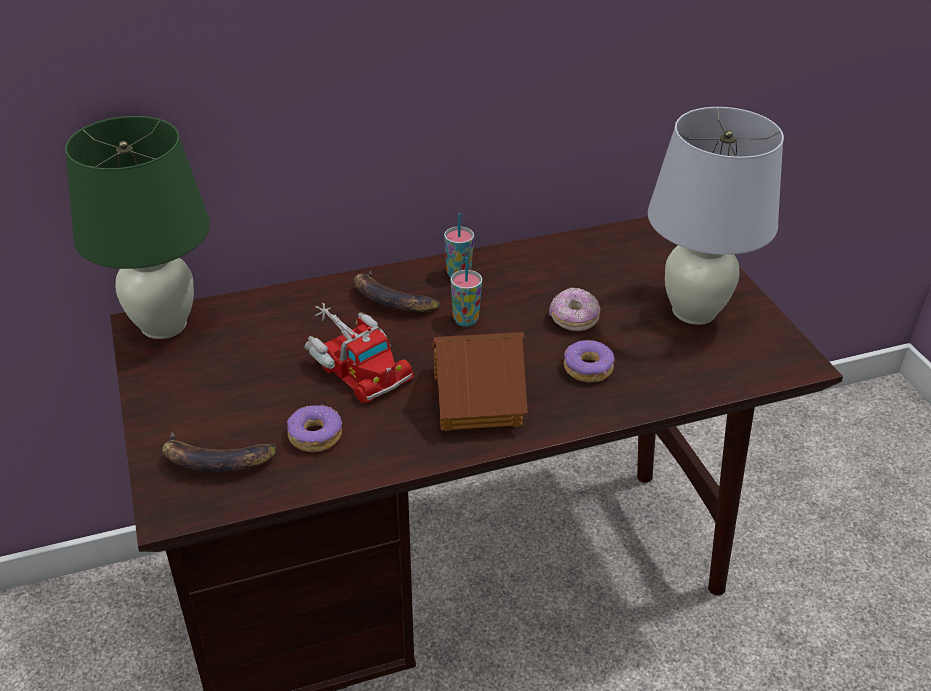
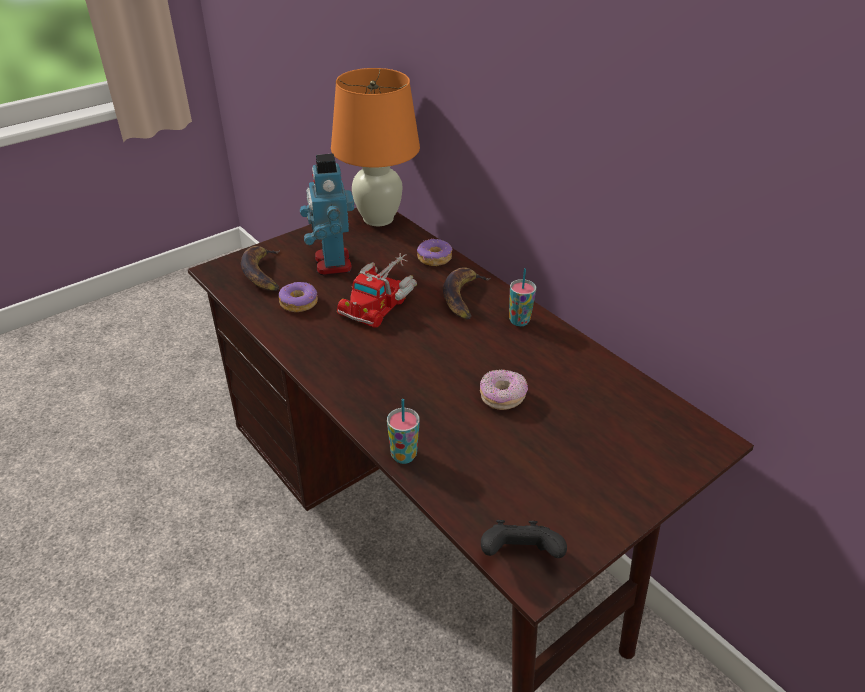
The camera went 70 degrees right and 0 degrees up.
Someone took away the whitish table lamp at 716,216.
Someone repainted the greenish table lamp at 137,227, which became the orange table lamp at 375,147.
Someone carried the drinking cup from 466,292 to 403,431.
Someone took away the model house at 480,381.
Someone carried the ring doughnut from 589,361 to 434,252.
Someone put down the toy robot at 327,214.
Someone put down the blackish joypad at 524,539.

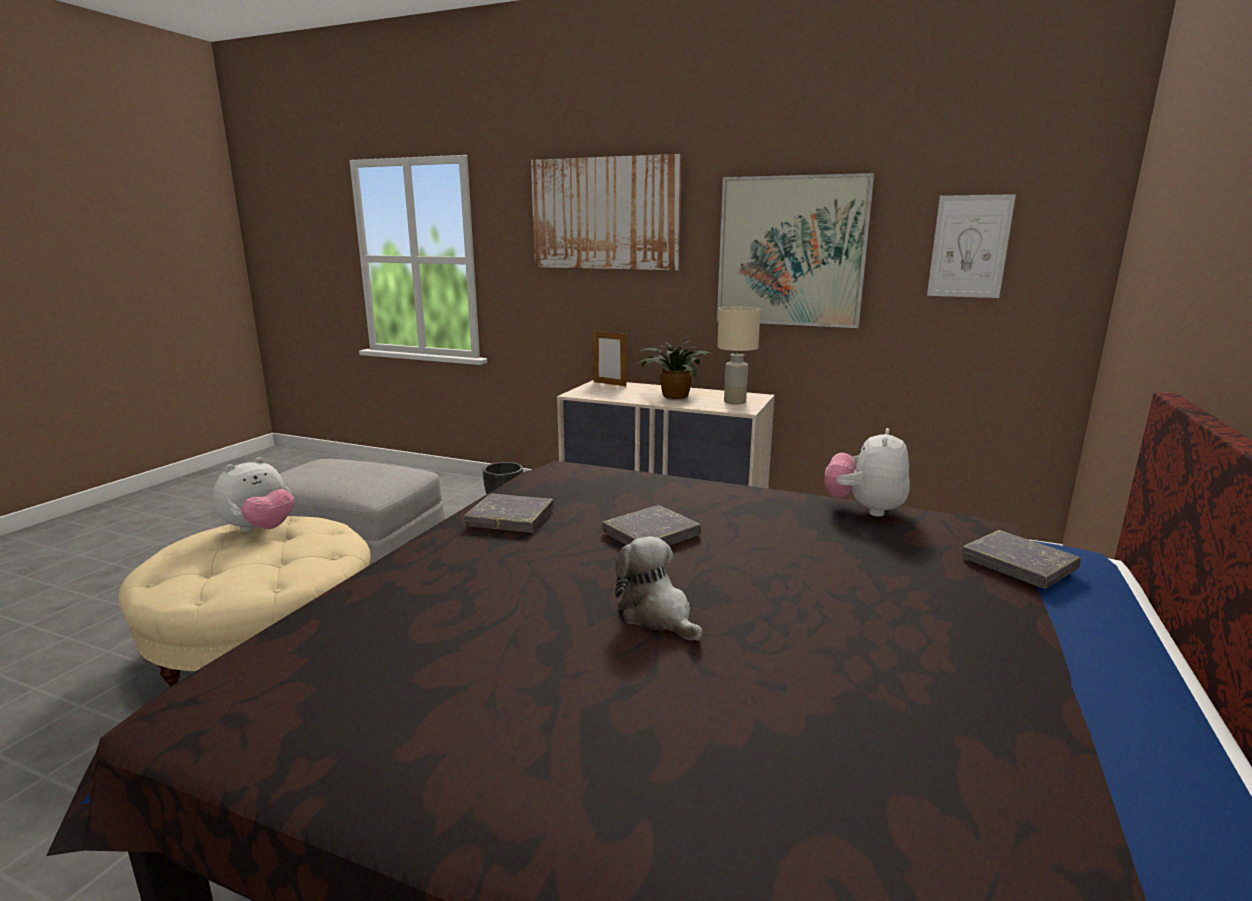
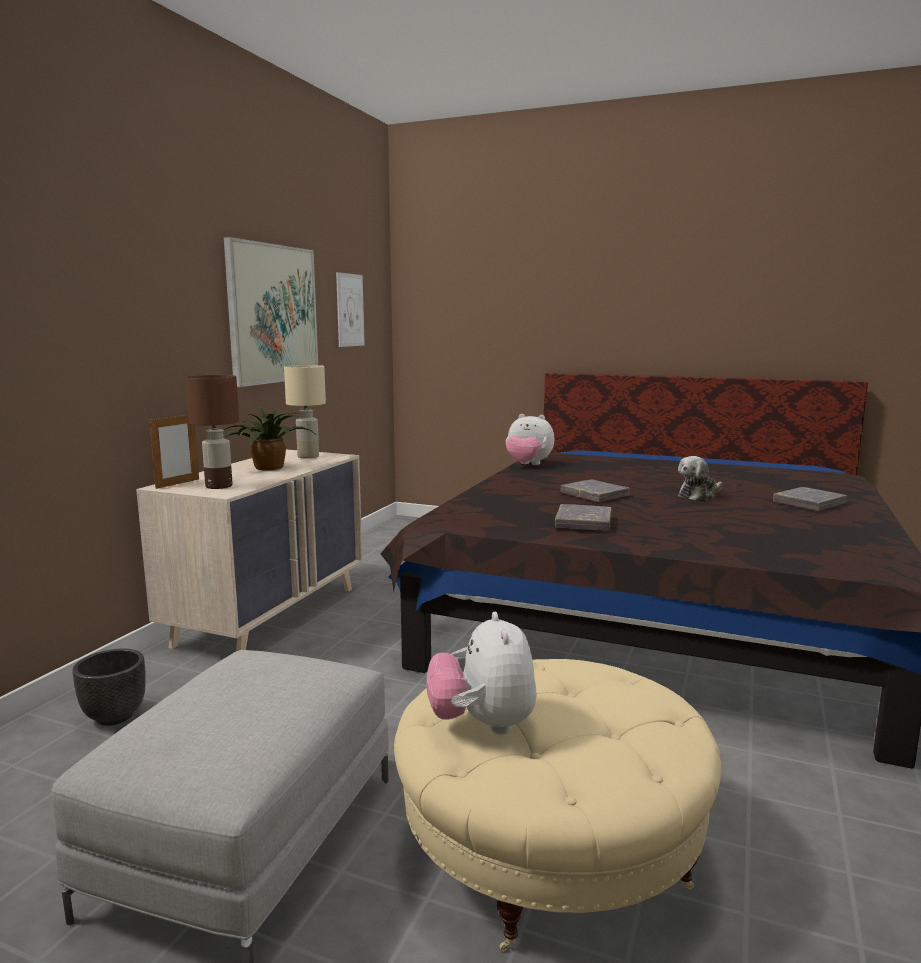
The camera went 90 degrees left and 5 degrees down.
Someone took away the picture at 606,212.
Someone rotated the soft toy at 253,494 by 135 degrees counterclockwise.
Someone carried the gray book from 1021,559 to 810,499.
Someone put down the brownish table lamp at 212,432.

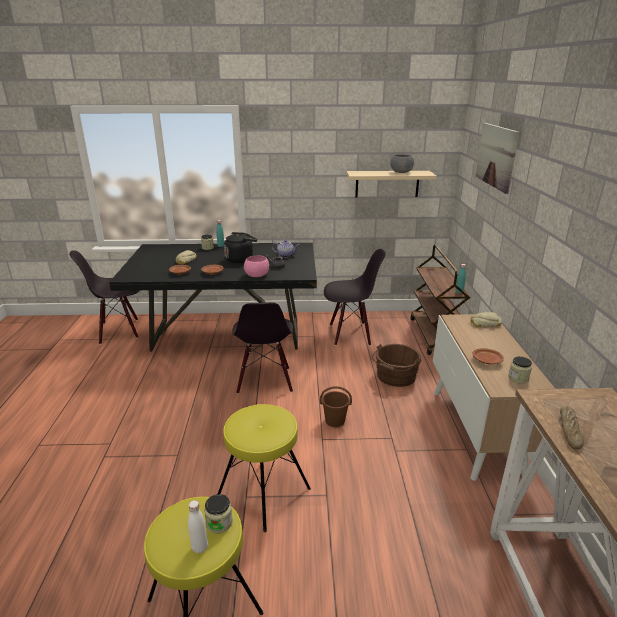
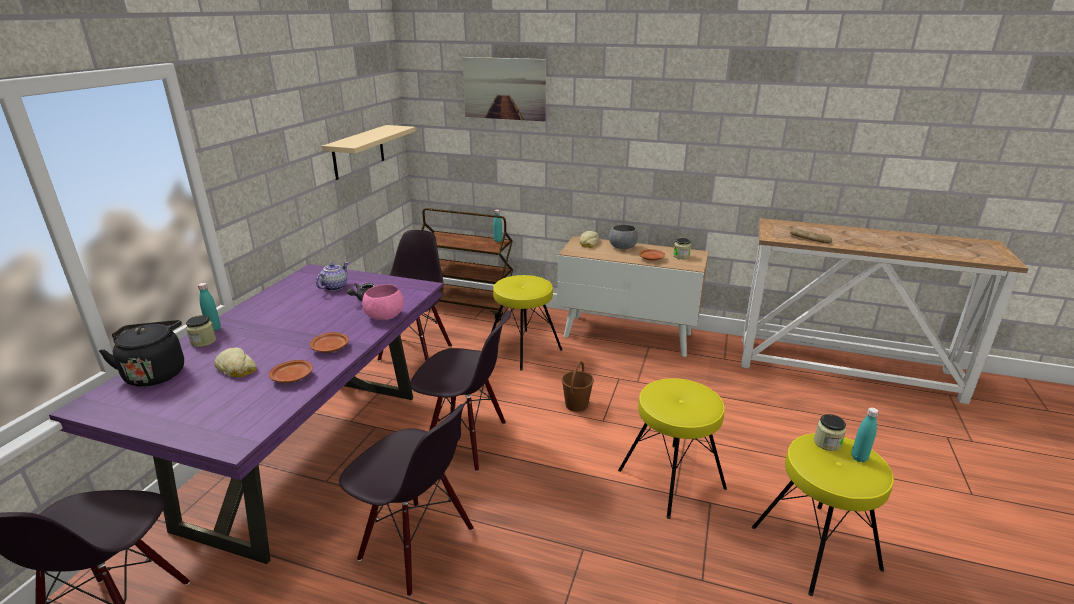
The camera went 70 degrees left and 0 degrees up.
Someone carried the gray deep dish from 402,164 to 623,237.
Someone carried the blackish water kettle from 240,247 to 141,353.
Someone repainted the blackish kitchen table at 213,297, which became the purplish kitchen table at 246,414.
Someone swapped the brownish water bucket at 396,365 for the yellowish sitting stool at 526,322.
Someone repainted the whitish drink bottle at 198,527, which became the turquoise drink bottle at 865,434.
Someone put down the blackish upright chair at 406,500.

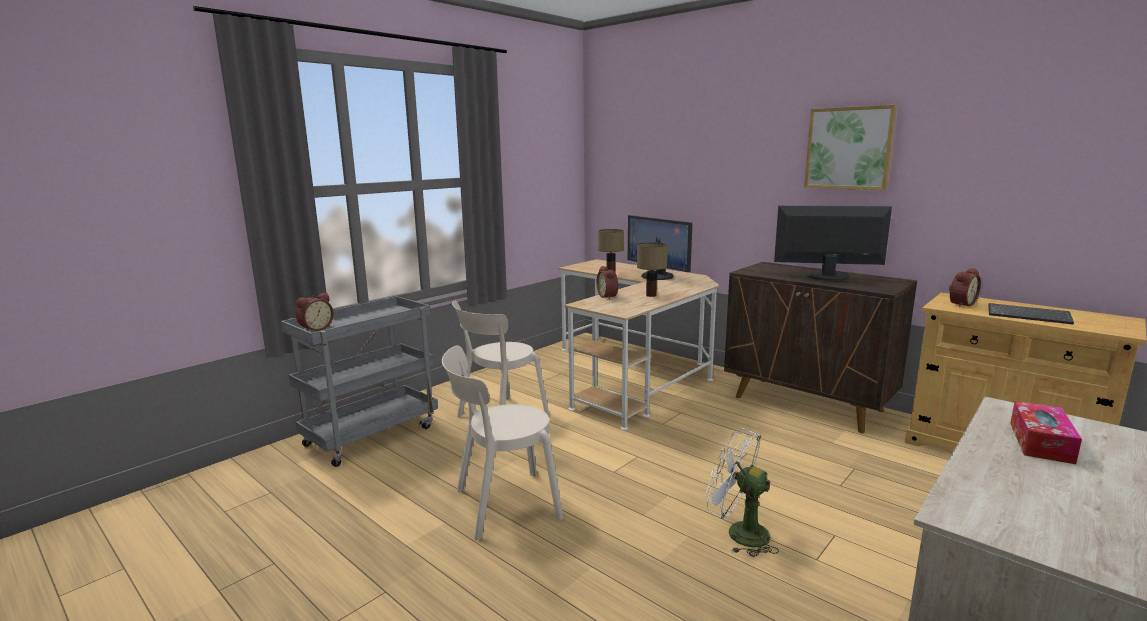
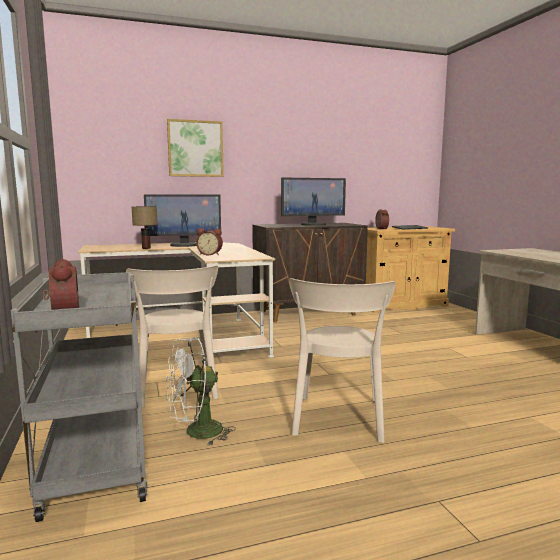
The camera went 60 degrees left and 5 degrees down.
Someone carried the picture from 850,147 to 195,148.
Someone rotated the computer screen at 833,243 by 150 degrees counterclockwise.
Someone took away the table lamp at 652,269.
Someone took away the box of tissues at 1046,432.
Someone carried the whitish electric fan from 742,492 to 201,391.

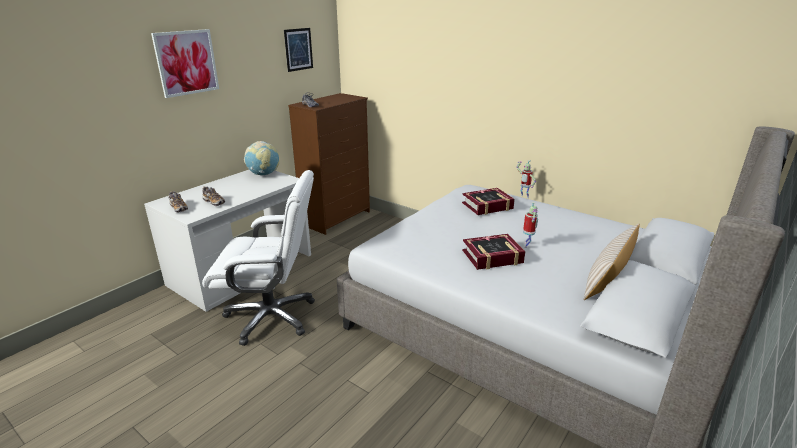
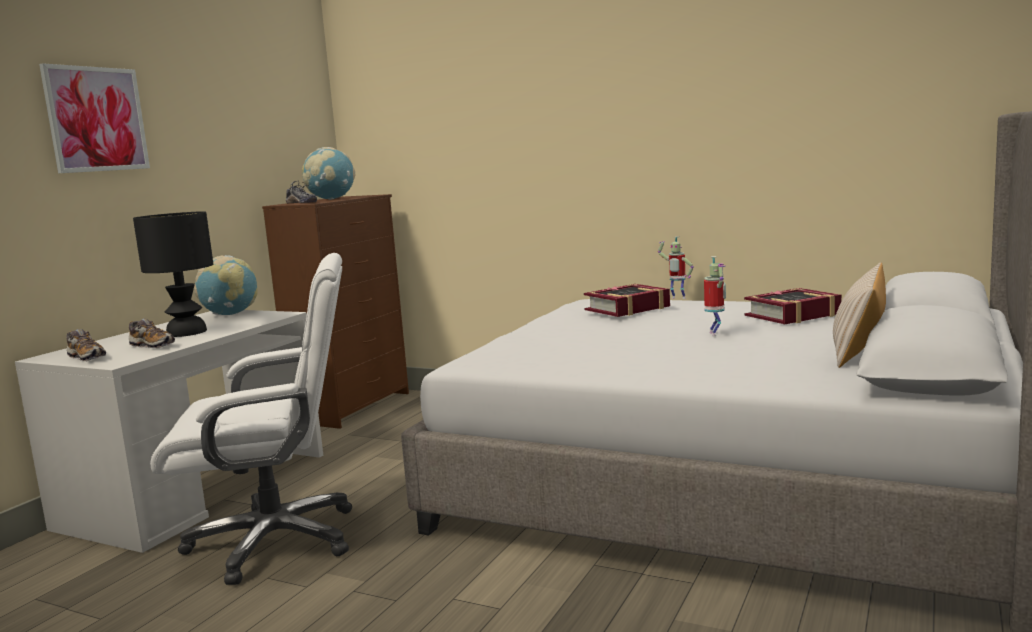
The camera went 10 degrees left and 15 degrees down.
Someone took away the picture at 298,50.
Someone carried the book from 493,252 to 793,306.
Someone put down the globe at 329,173.
Someone put down the blackish table lamp at 173,274.

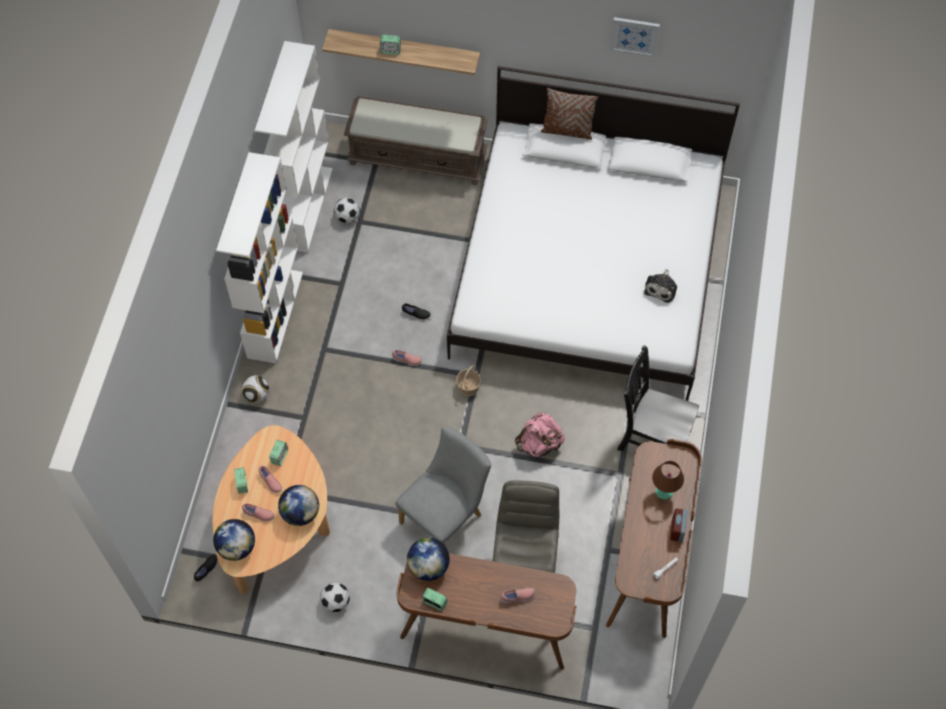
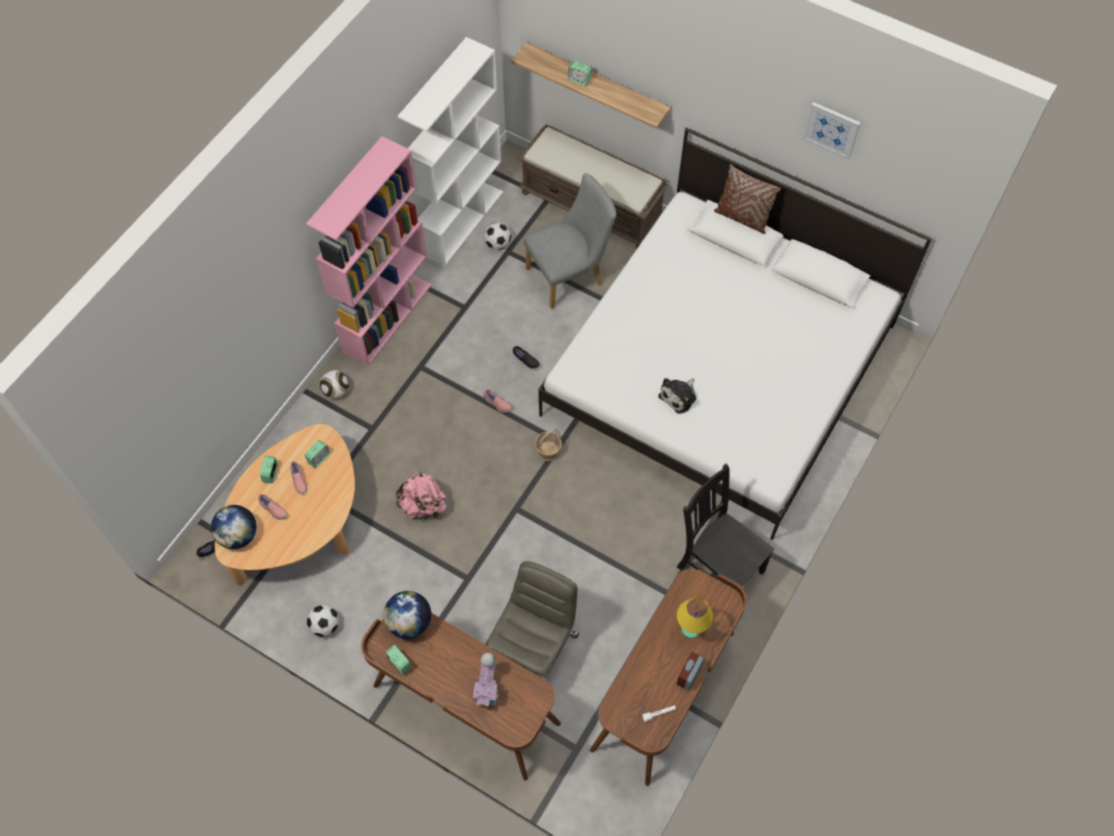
The camera went 20 degrees right and 0 degrees up.
Someone repainted the whitish bookcase at 259,257, which became the pinkish bookcase at 369,251.
Someone carried the soft toy from 660,286 to 677,396.
Someone carried the pinkish knapsack from 540,434 to 421,495.
Someone carried the gray upright chair from 443,485 to 569,241.
Someone repainted the brownish table lamp at 668,480, which became the yellowish table lamp at 695,618.
Someone took away the globe at 298,505.
Someone swapped the pinkish item of footwear at 517,595 for the model house at 485,682.

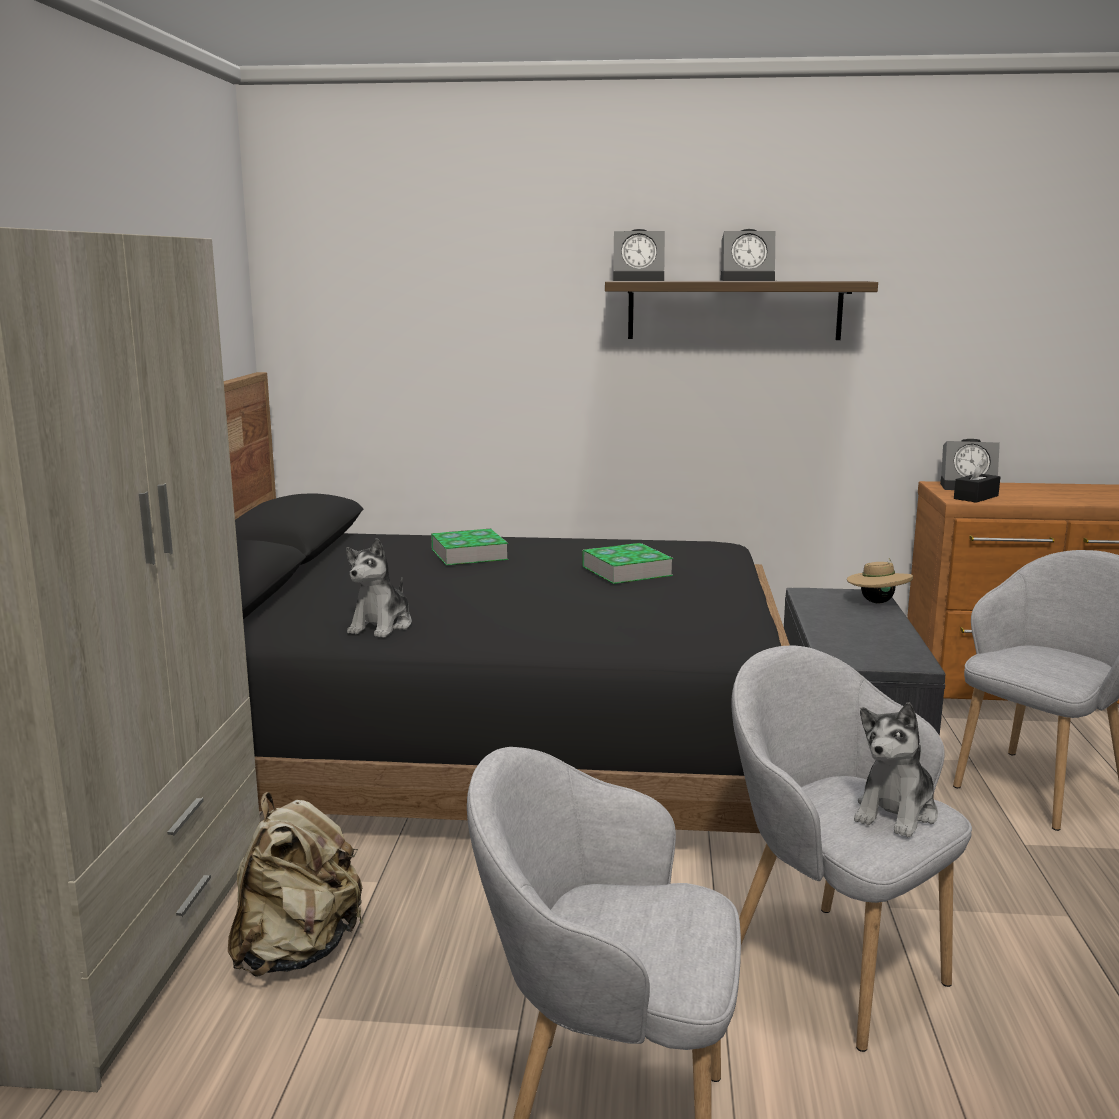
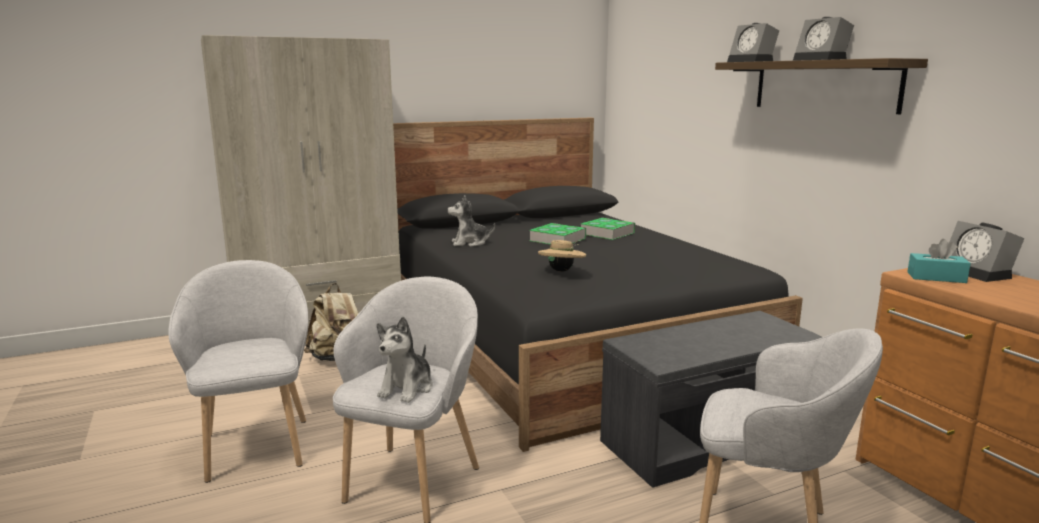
The camera went 60 degrees right and 0 degrees up.
Someone repainted the blackish box of tissues at 977,481, which became the turquoise box of tissues at 939,261.
Someone carried the book from 627,563 to 557,234.
Someone carried the sand-coloured hat from 880,580 to 562,256.
Someone rotated the soft toy at 896,769 by 75 degrees counterclockwise.

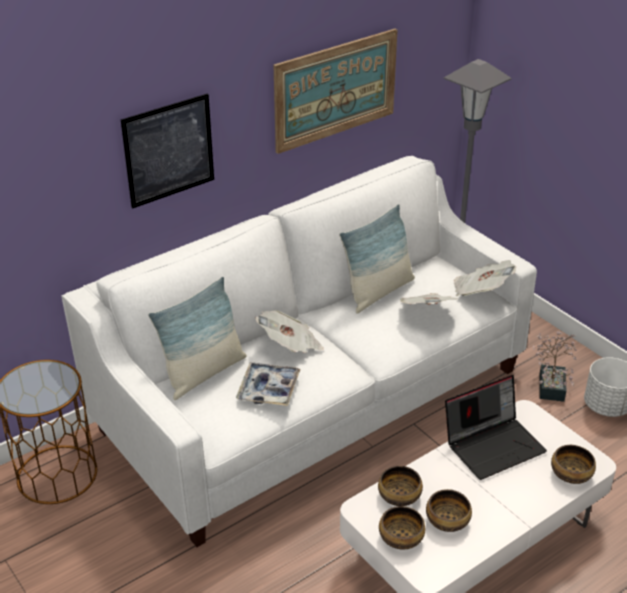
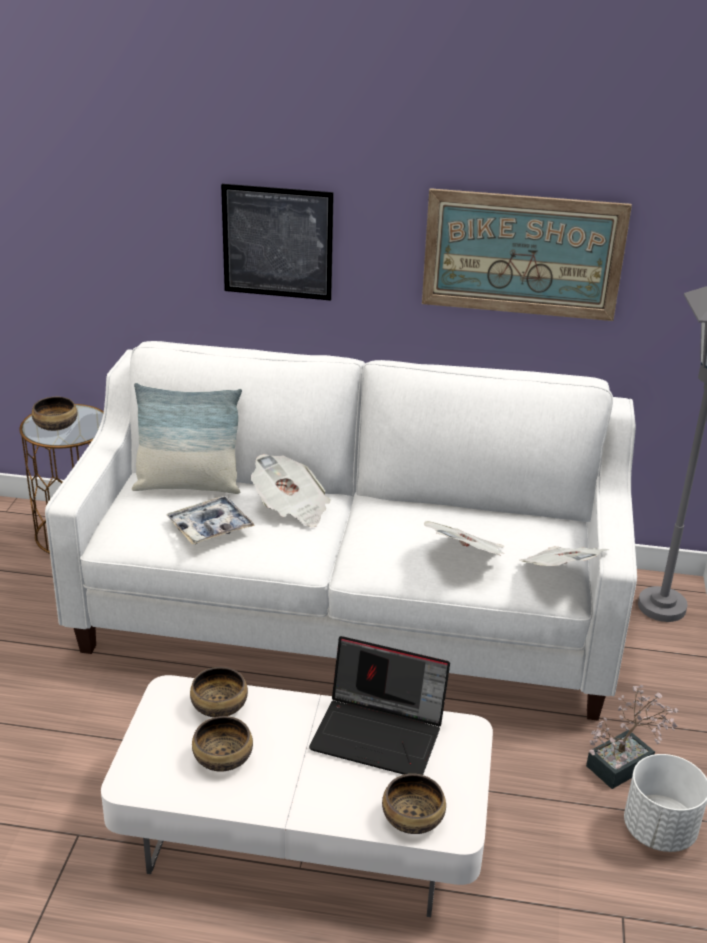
The camera went 45 degrees right and 5 degrees down.
Someone took away the throw pillow at 377,259.
Someone carried the deep dish from 402,527 to 54,414.

